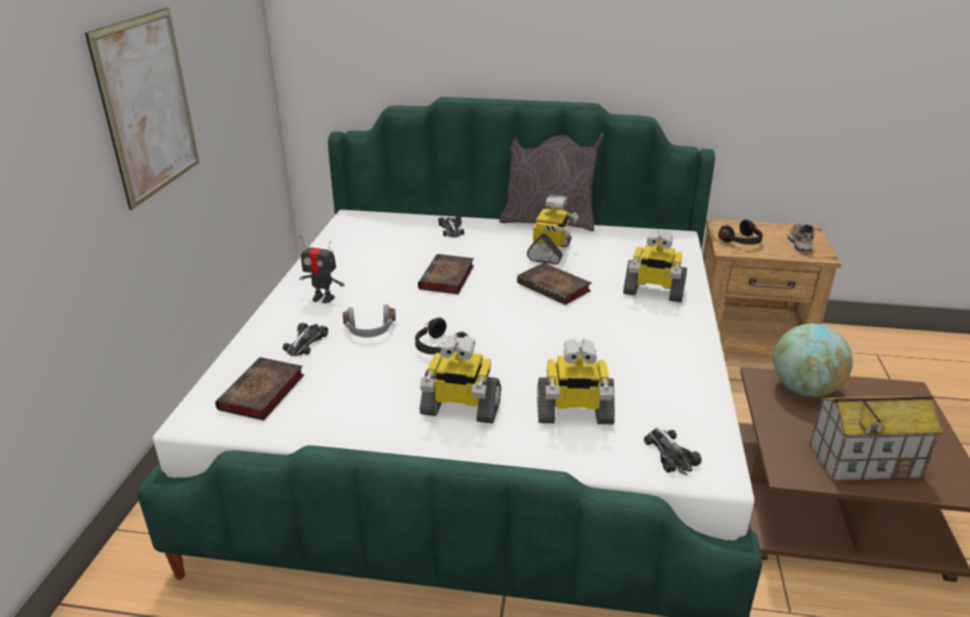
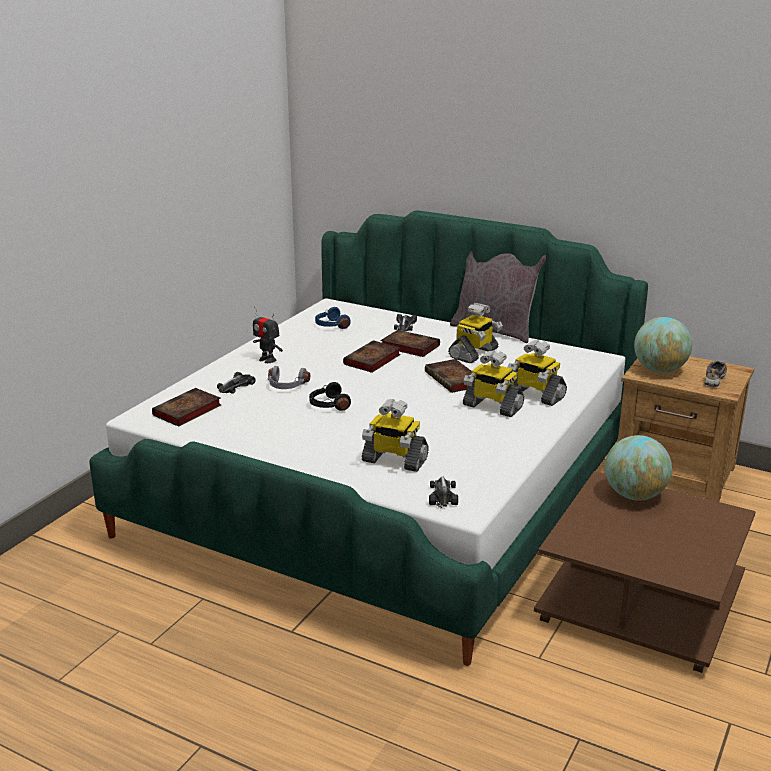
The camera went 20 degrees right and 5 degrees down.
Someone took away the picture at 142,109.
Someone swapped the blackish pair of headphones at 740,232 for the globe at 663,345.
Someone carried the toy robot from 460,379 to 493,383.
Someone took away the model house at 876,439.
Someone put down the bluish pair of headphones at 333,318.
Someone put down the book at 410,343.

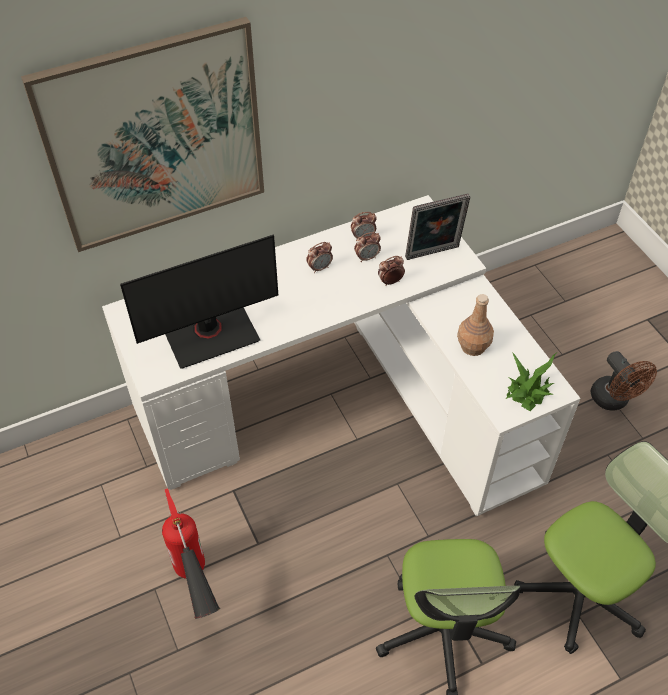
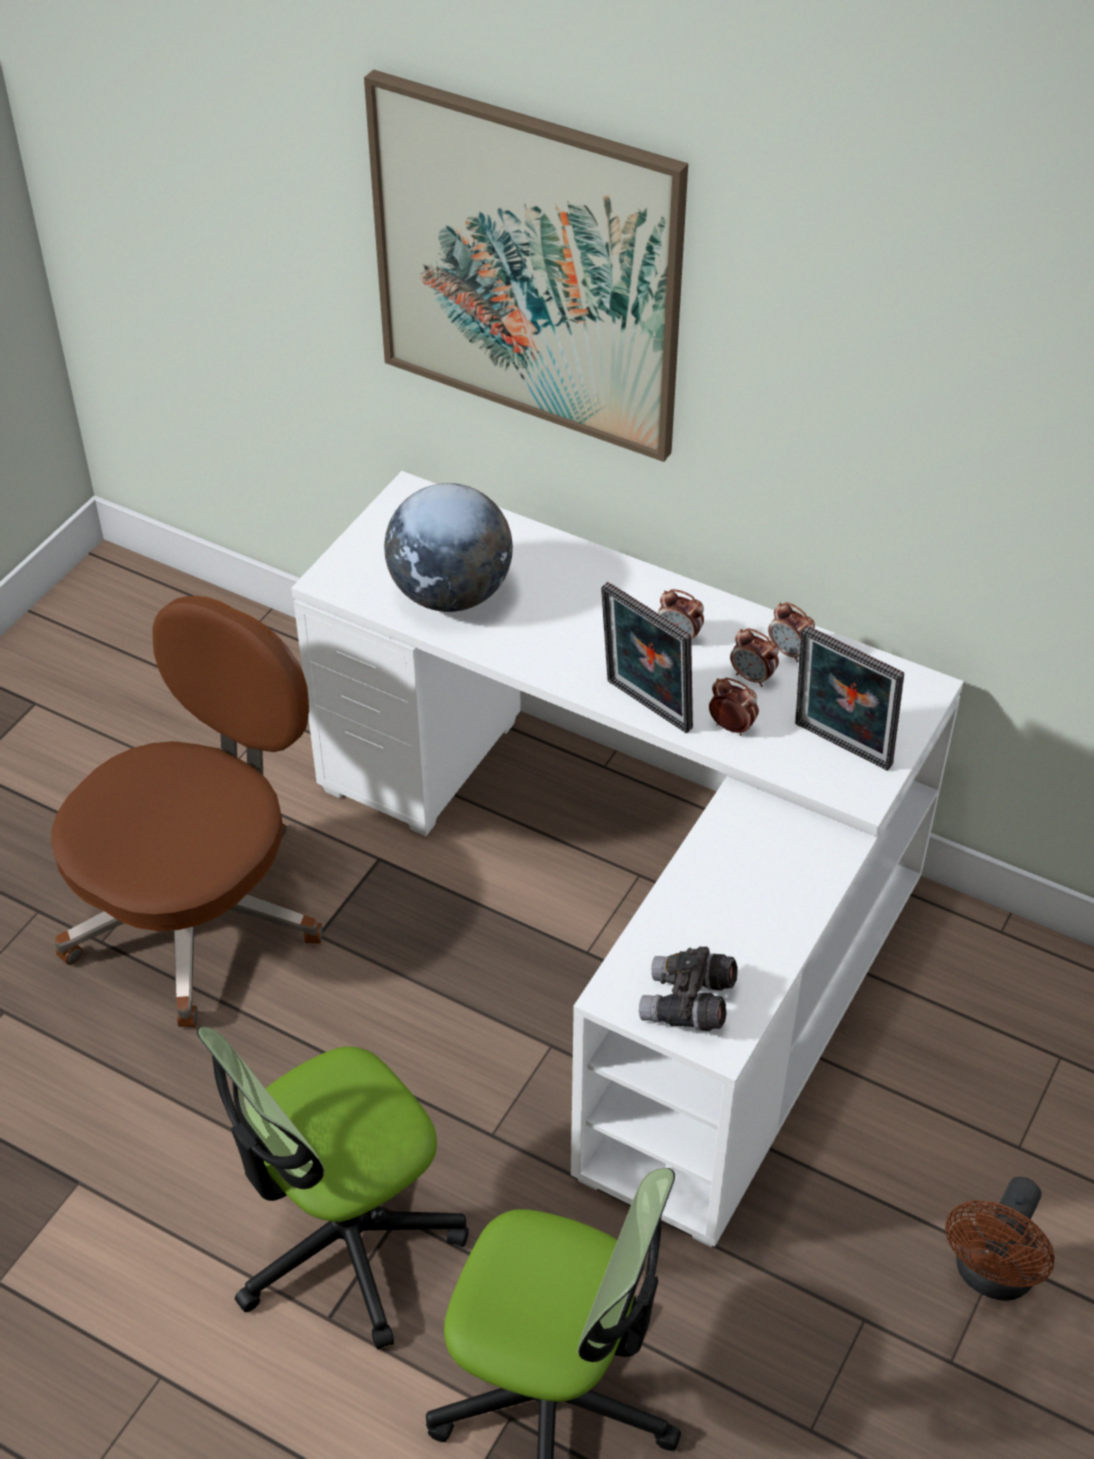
The camera went 55 degrees right and 5 degrees down.
Someone swapped the computer screen at 199,302 for the globe at 448,547.
Someone took away the brownish drink bottle at 475,325.
Someone swapped the houseplant at 531,381 for the gray pair of binoculars at 688,988.
Someone swapped the fire extinguisher at 191,553 for the brownish office chair at 187,811.
Someone put down the standing frame at 647,657.

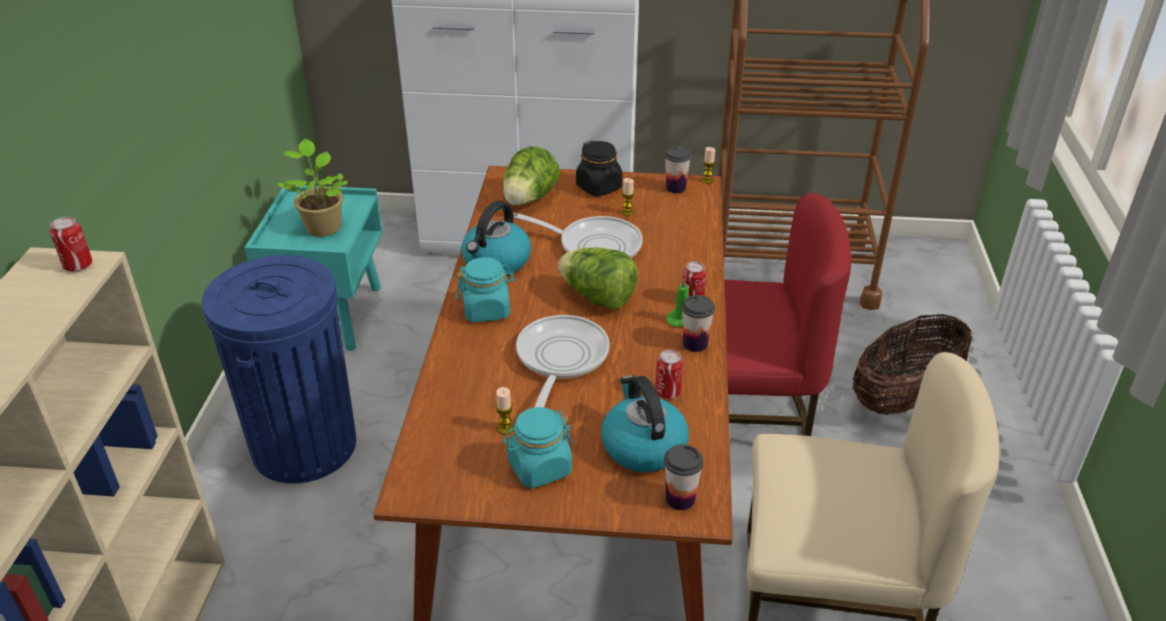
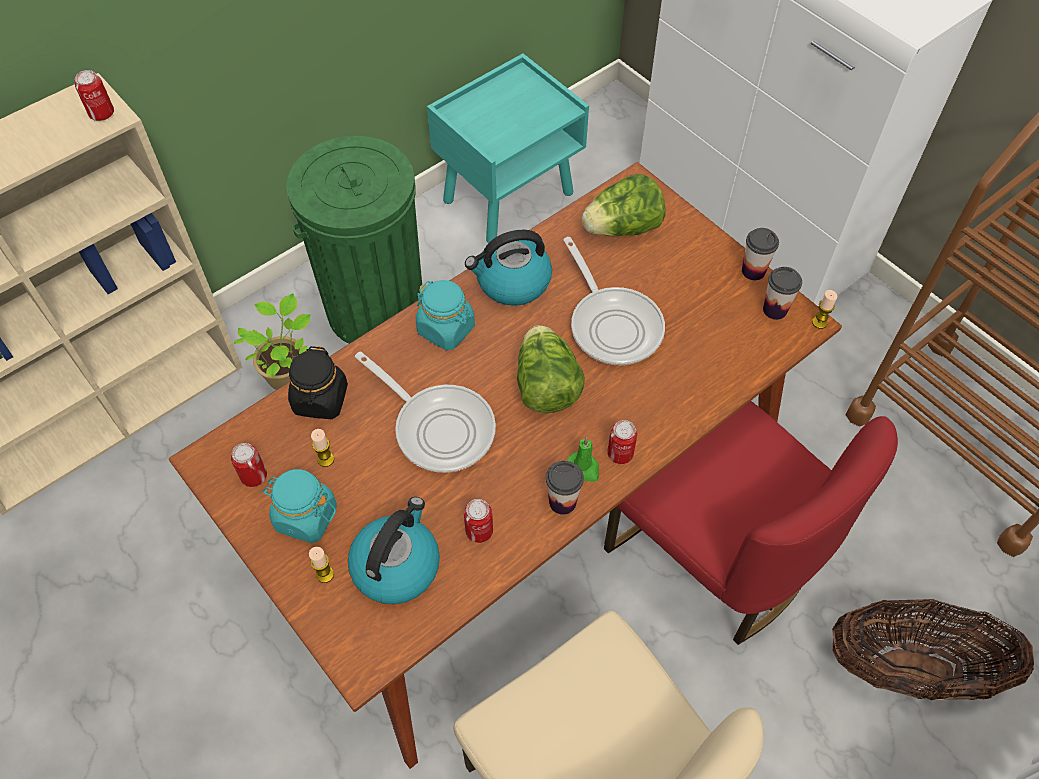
The camera went 45 degrees right and 20 degrees up.
Someone carried the houseplant from 312,188 to 272,341.
Someone carried the blackish preserve jar from 599,168 to 318,382.
Someone carried the candle from 628,197 to 321,565.
Someone repainted the bluish waste bin at 279,369, which became the greenish waste bin at 354,240.
Someone rotated the frying pan at 563,361 by 75 degrees clockwise.
Someone carried the drinking cup from 684,477 to 760,254.
Someone put down the sealed can at 249,465.

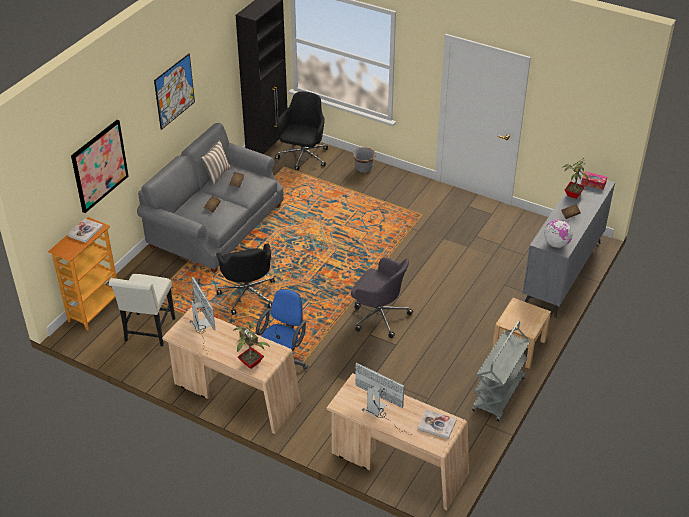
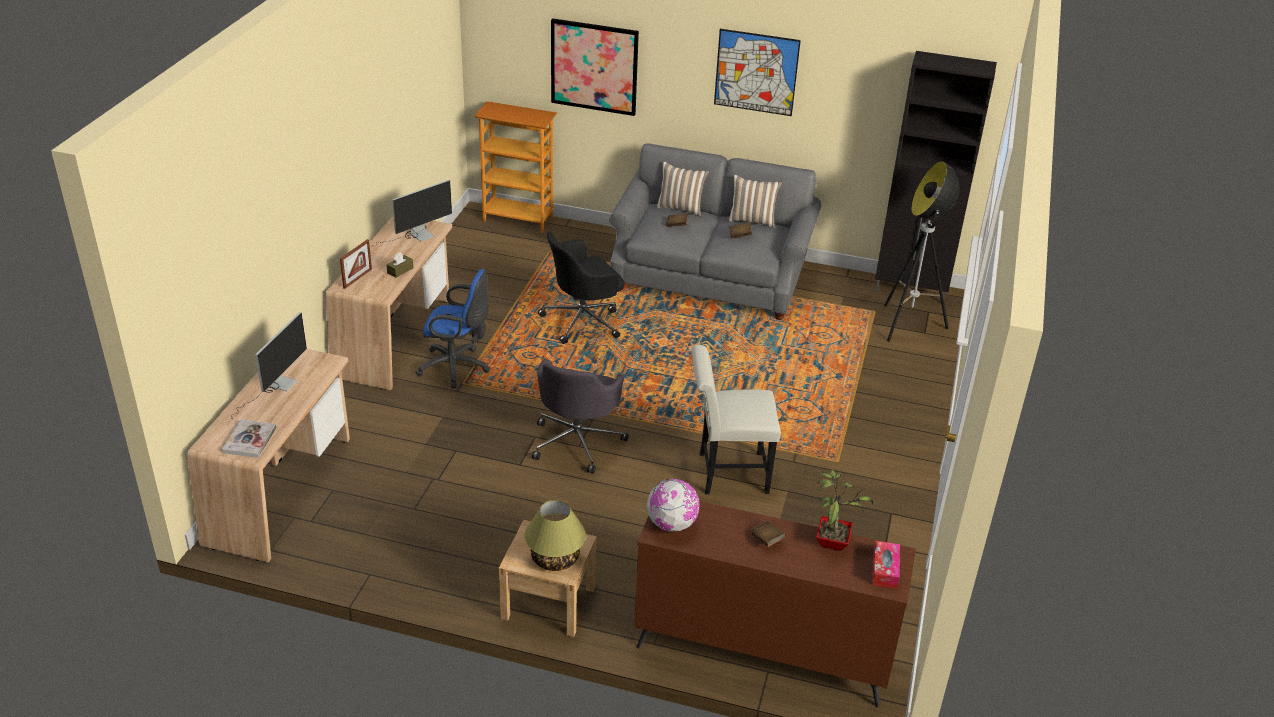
The camera went 75 degrees right and 5 degrees down.
Someone swapped the blackish office chair at 301,131 for the standard lamp at 922,251.
Someone took away the gray planter at 364,160.
Someone repainted the gray drawer chest at 569,244, which became the brownish drawer chest at 775,604.
Someone took away the book at 85,230.
Someone carried the whitish upright chair from 142,310 to 736,419.
Someone took away the gray trolley at 501,371.
Someone swapped the houseplant at 252,345 for the standing frame at 356,264.
Someone put down the throw pillow at 682,189.
Someone put down the table lamp at 555,535.

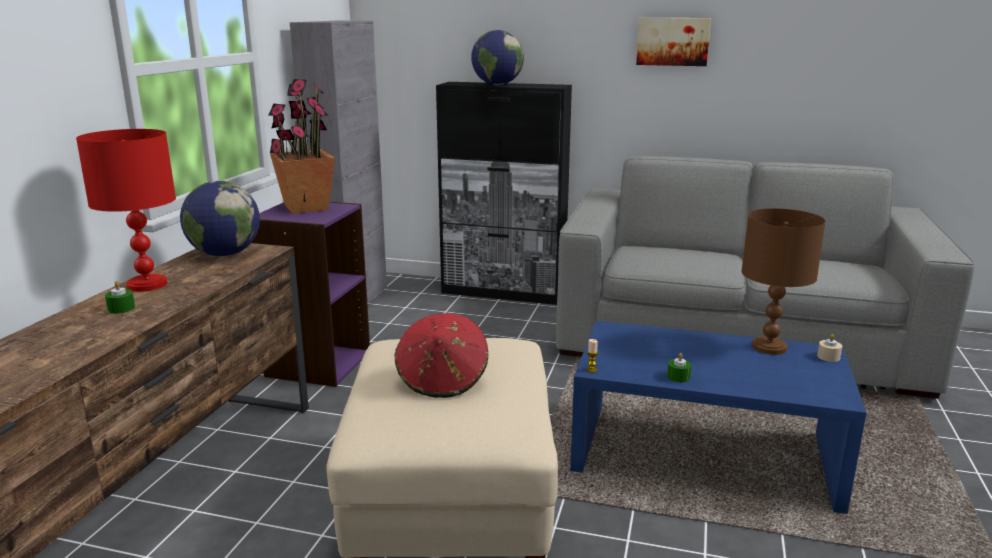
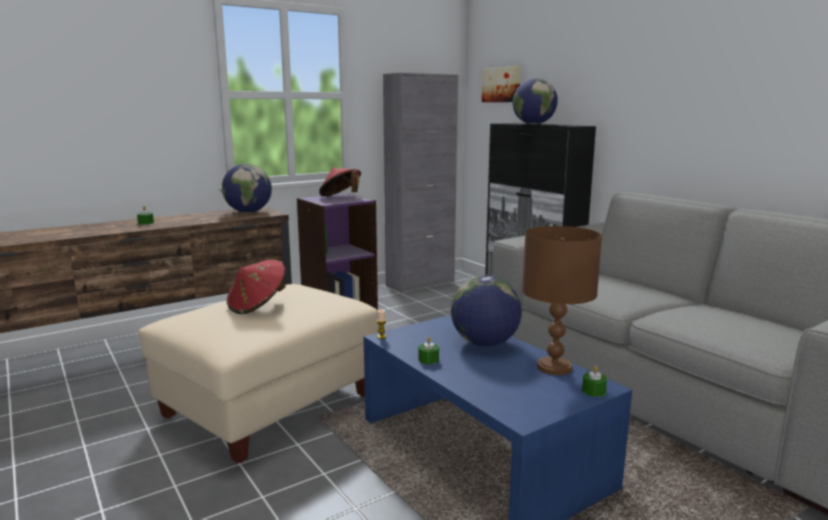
The camera went 40 degrees right and 5 degrees down.
Someone carried the picture from 673,42 to 501,84.
Someone swapped the houseplant at 301,146 for the red-coloured hat at 340,182.
Someone took away the red-coloured table lamp at 126,210.
Someone repainted the sand-coloured candle at 829,348, which became the greenish candle at 594,381.
Someone put down the globe at 486,311.

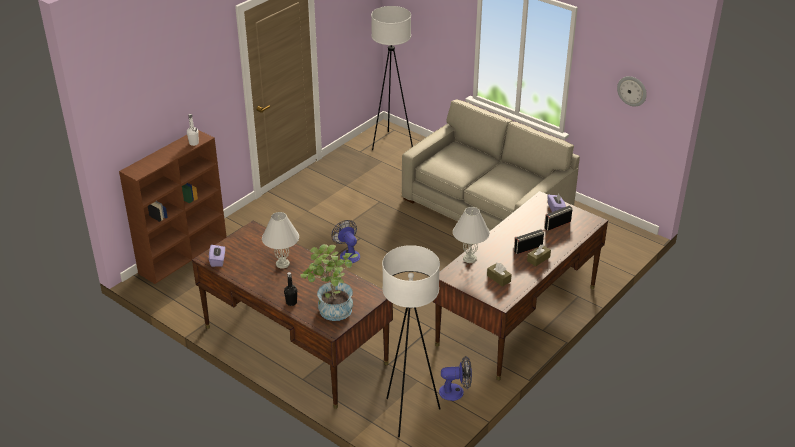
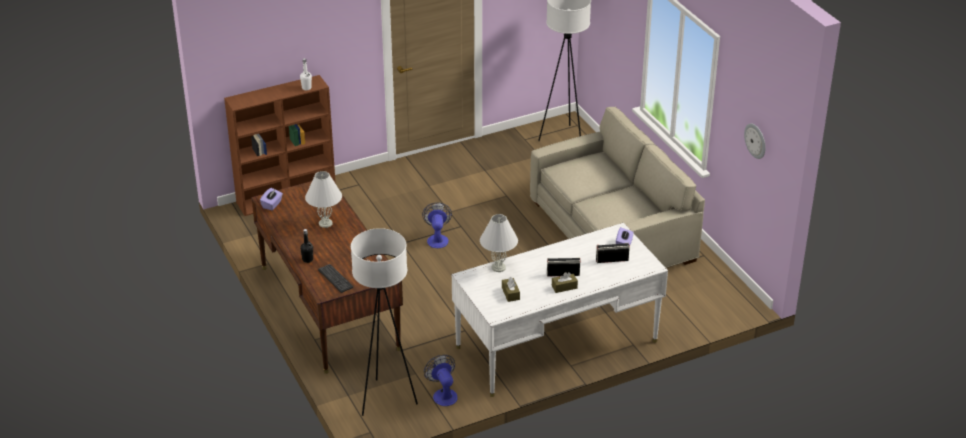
The camera went 25 degrees right and 0 degrees up.
Someone repainted the brownish desk at 520,285, which became the whitish desk at 560,310.
Someone swapped the houseplant at 329,282 for the keyboard at 335,278.
Someone rotated the electric fan at 455,378 by 135 degrees counterclockwise.

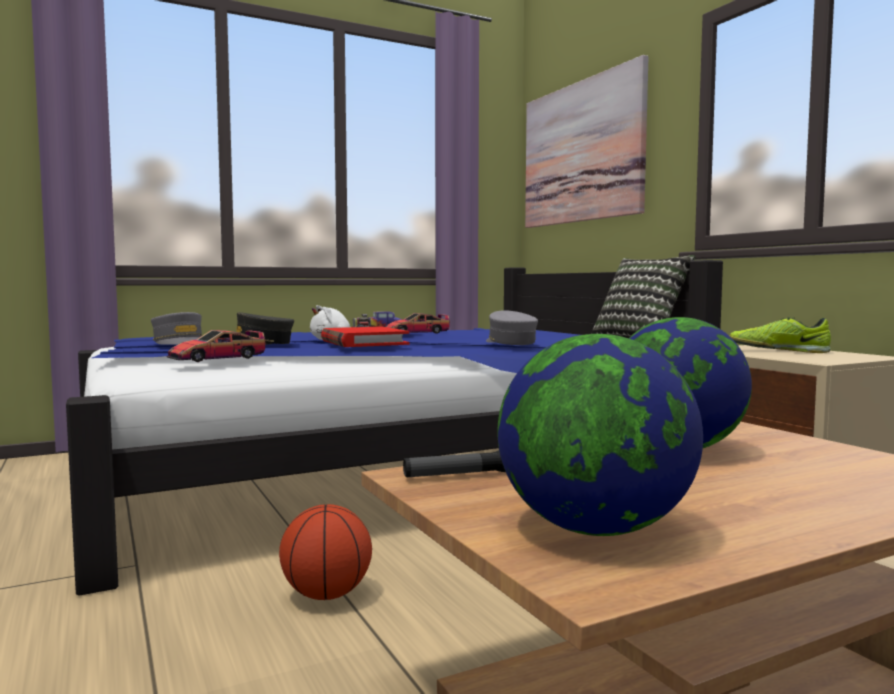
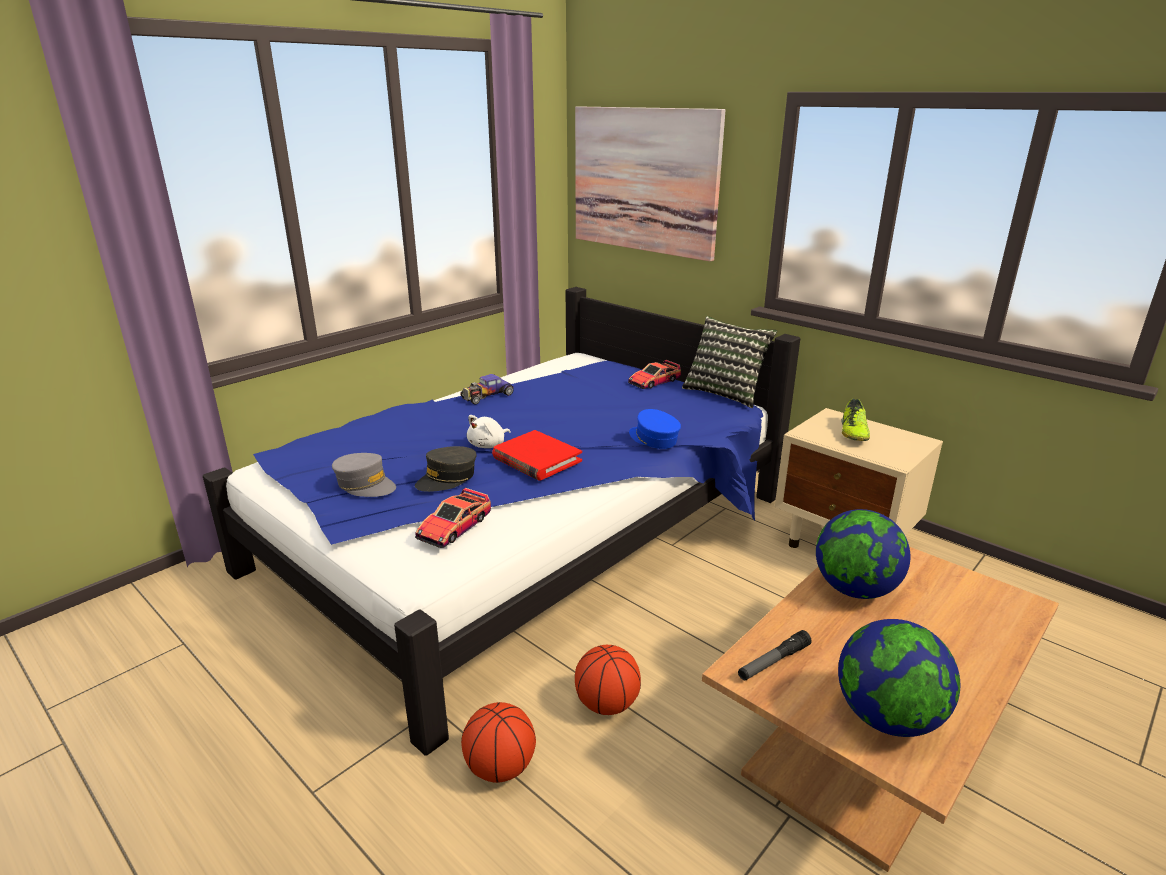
The camera went 20 degrees left and 20 degrees up.
Someone repainted the gray peaked cap at 512,327, which became the bluish peaked cap at 655,429.
Someone carried the toy car from 417,323 to 654,374.
Someone rotated the item of footwear at 780,335 by 75 degrees counterclockwise.
Someone put down the ball for basketball at 498,742.

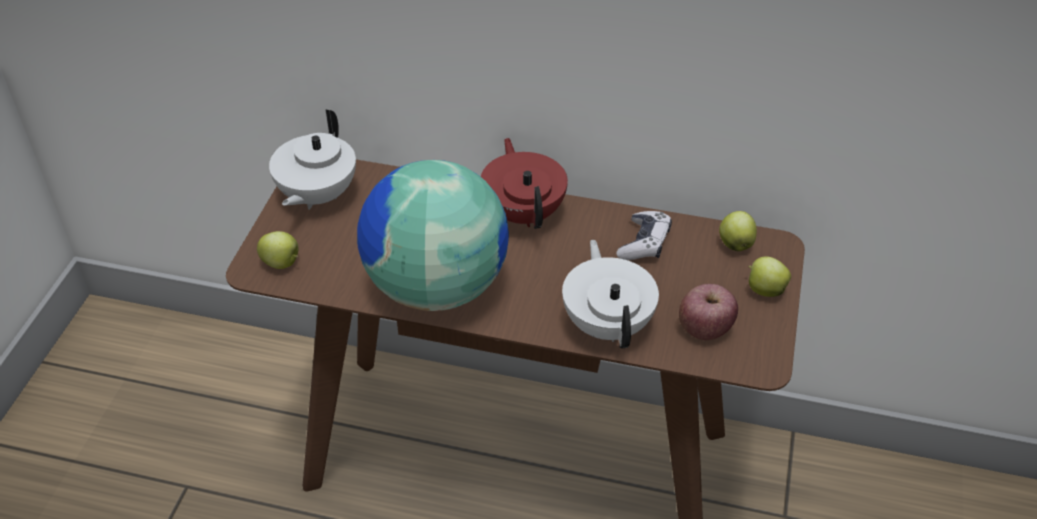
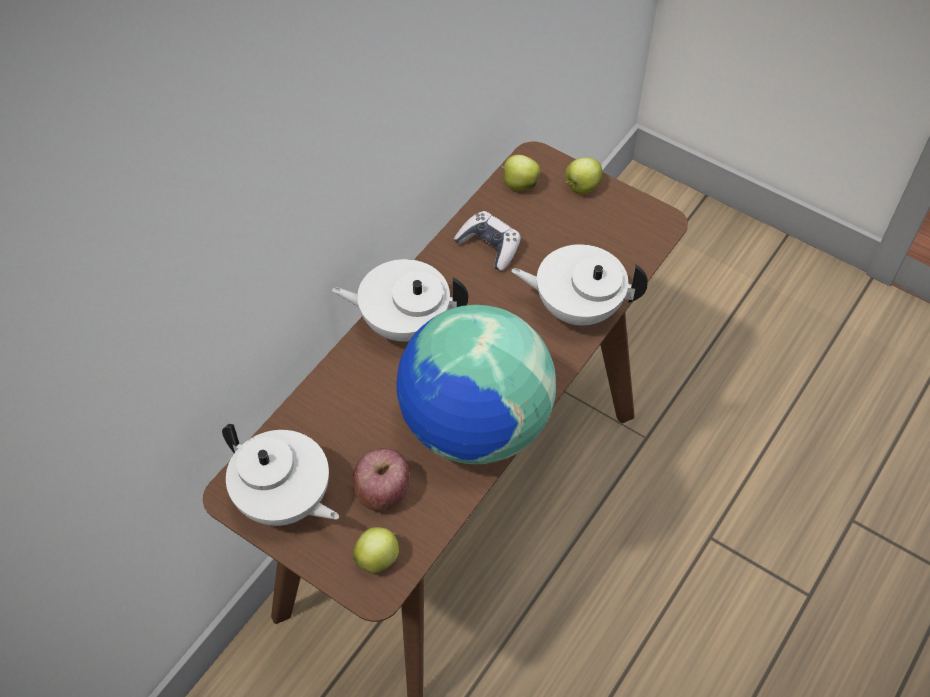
The camera went 70 degrees left and 10 degrees up.
Someone repainted the red-coloured pot for tea at 524,183, which became the whitish pot for tea at 400,300.
Someone carried the apple from 708,312 to 381,479.

